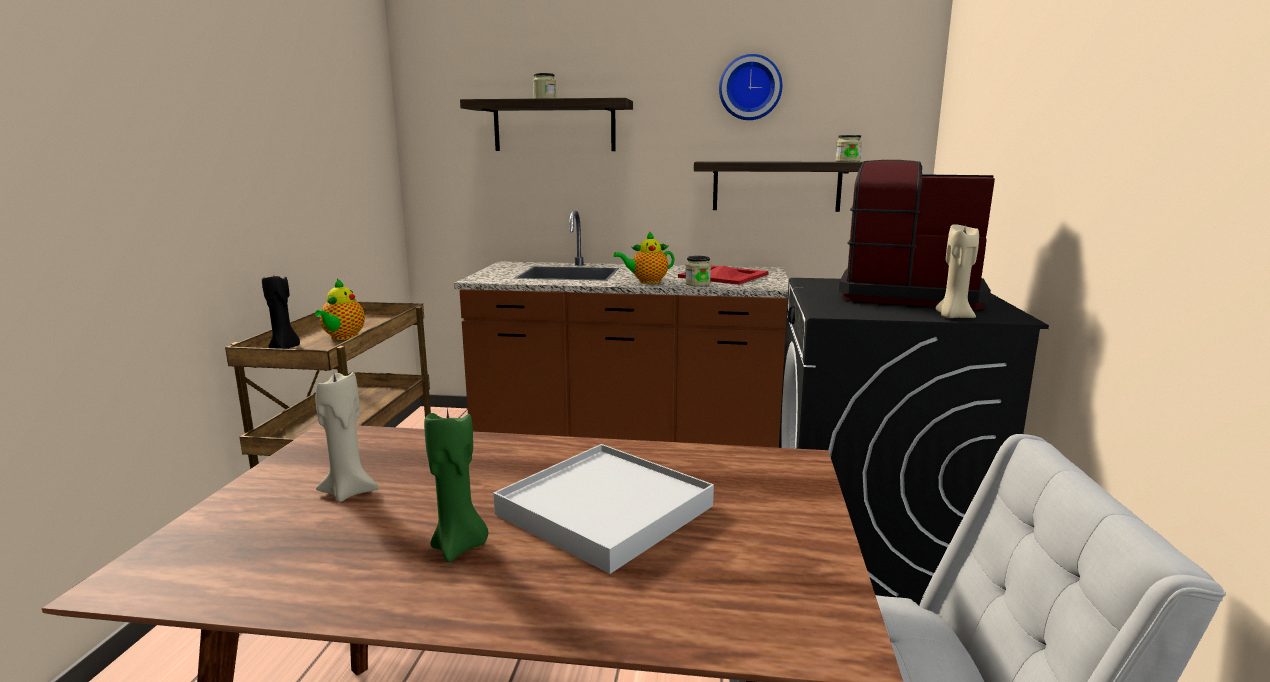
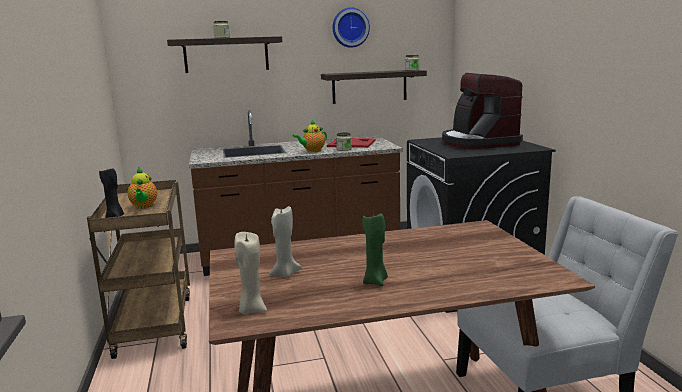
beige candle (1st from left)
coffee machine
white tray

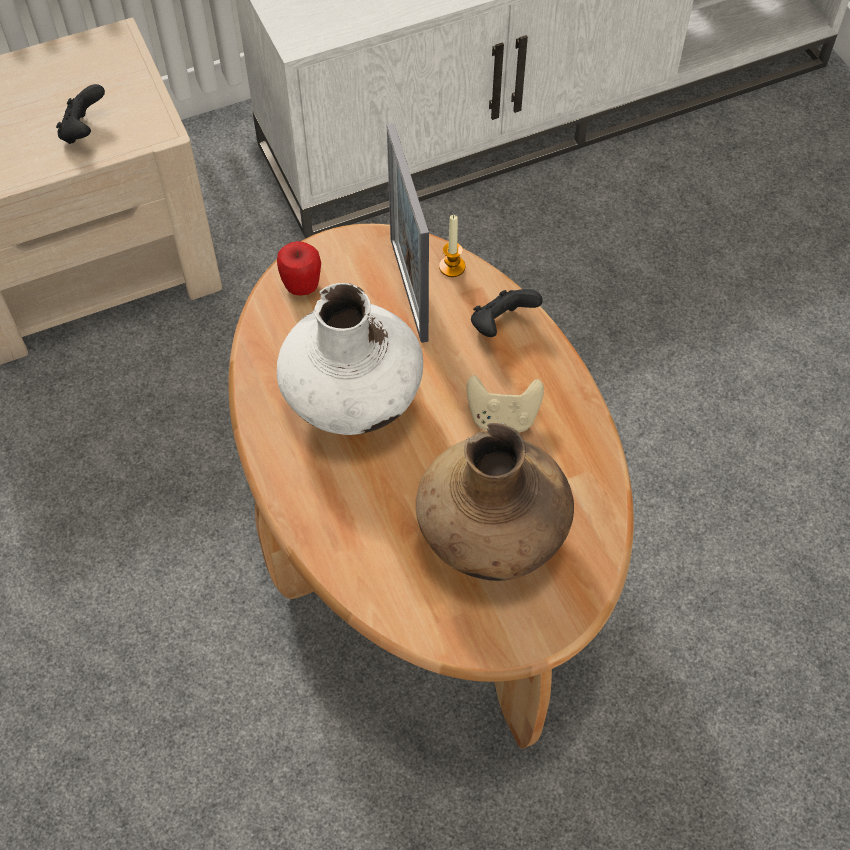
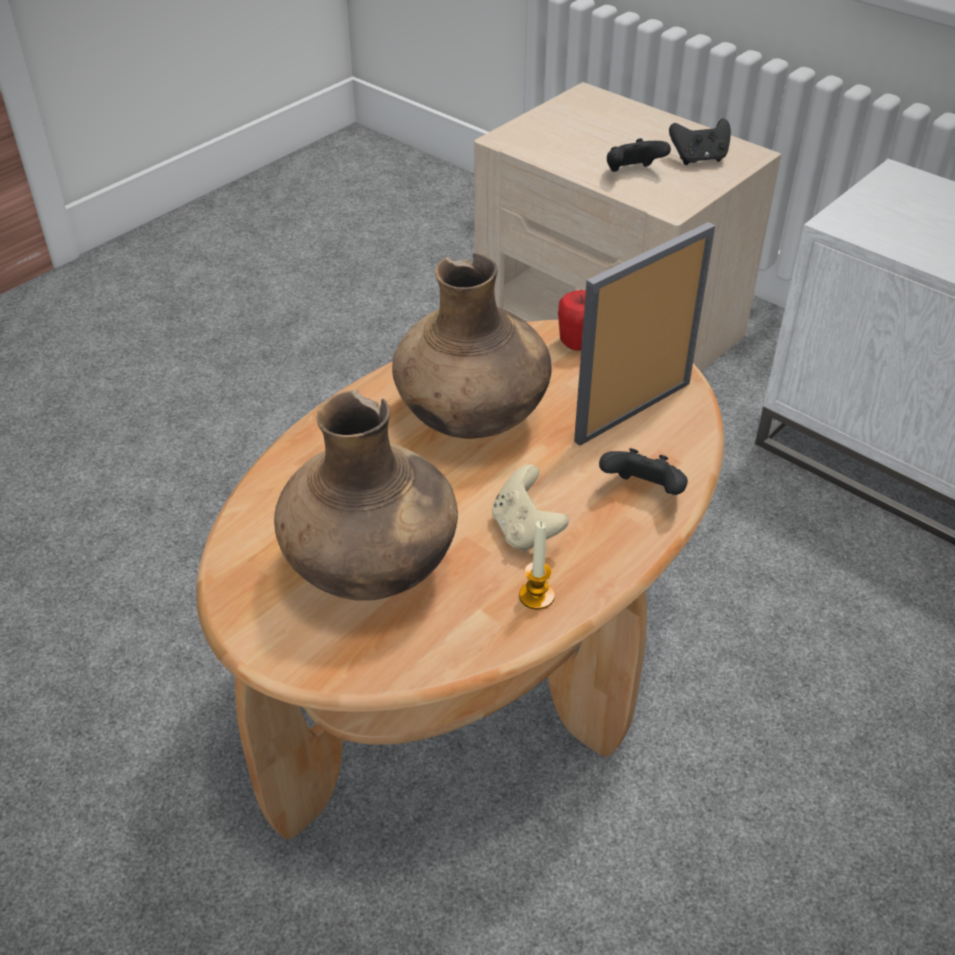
brown vase (2nd from left)
candle
black game controller (3rd from left)

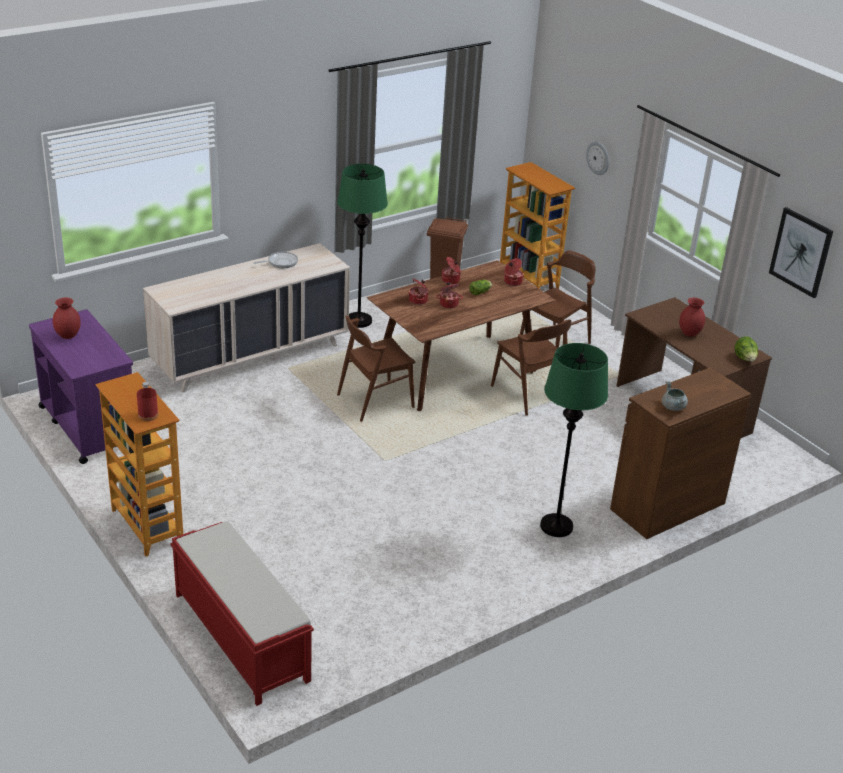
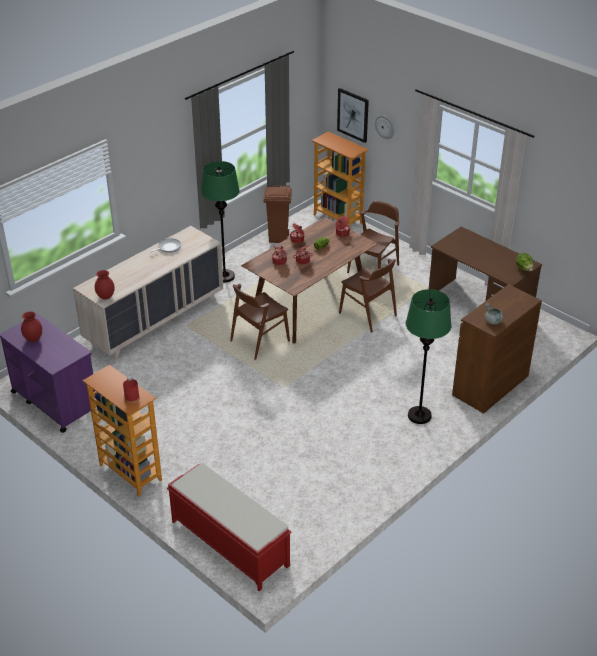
red vase (2nd from left)
picture

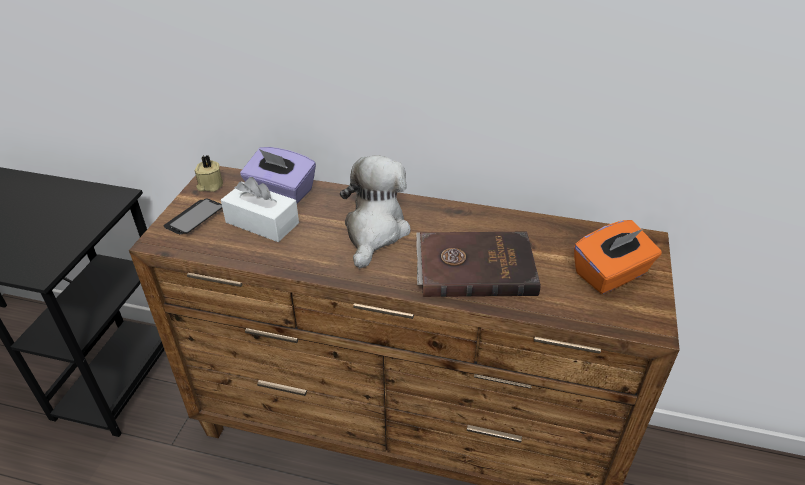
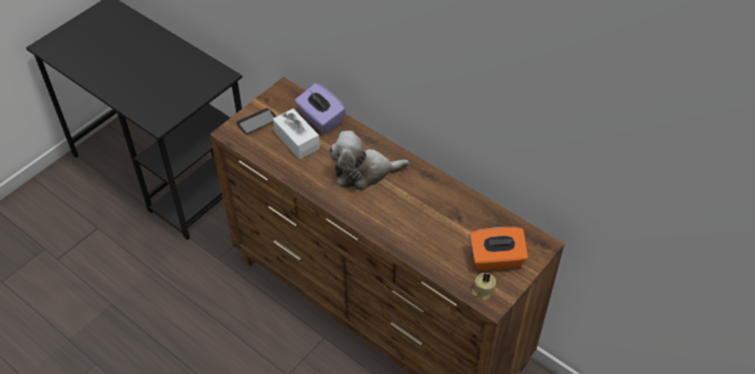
plush toy
beige candle
brown book

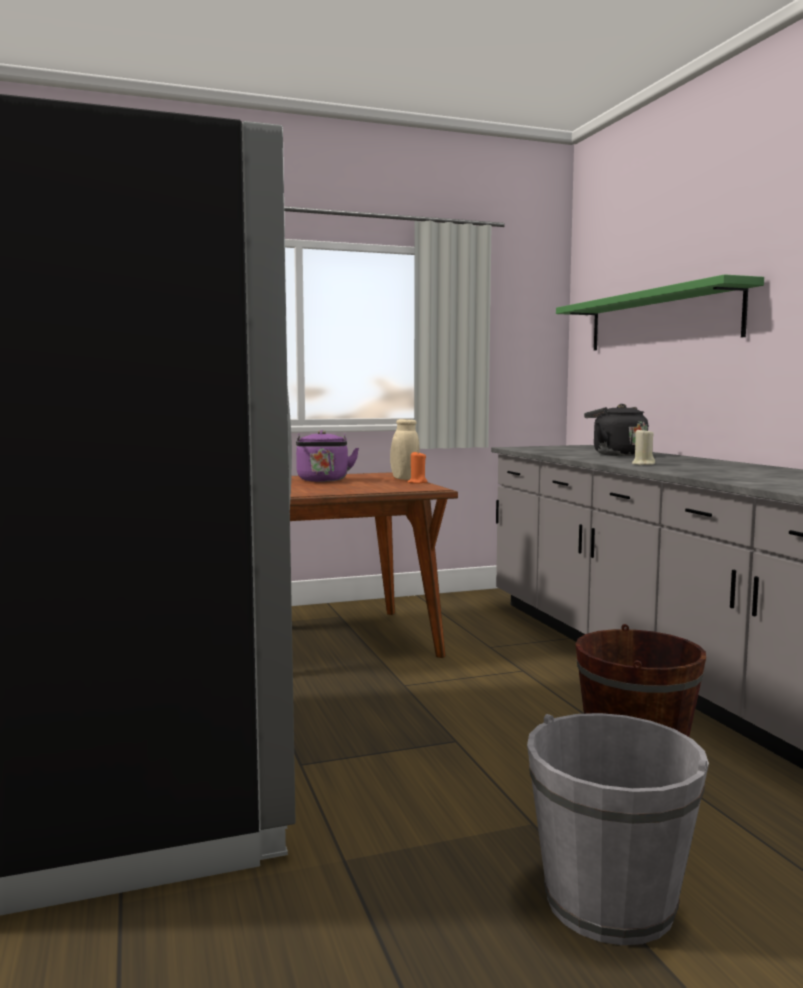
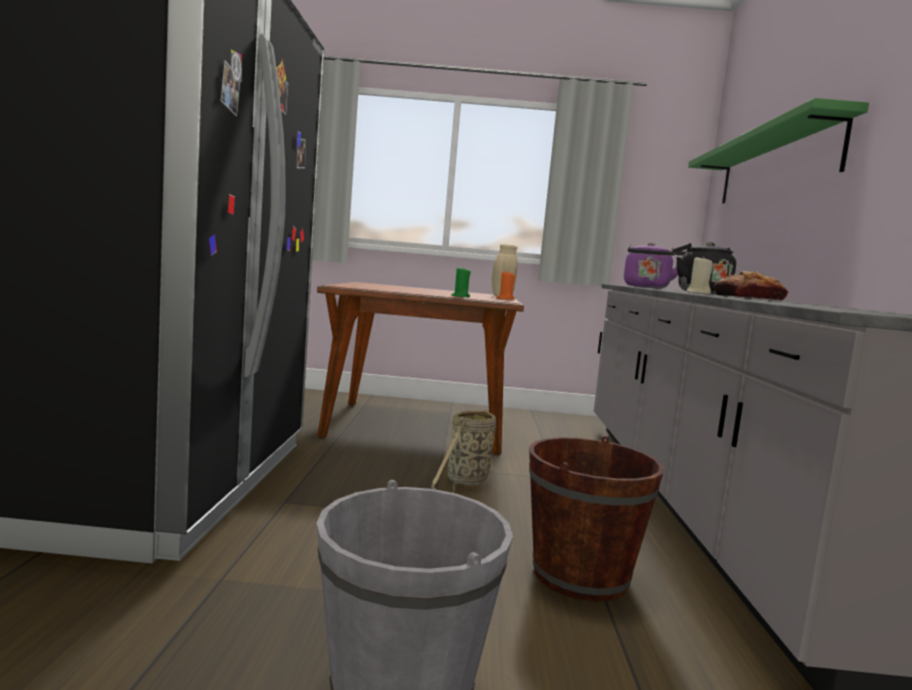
basket
green candle
purple kettle
bread

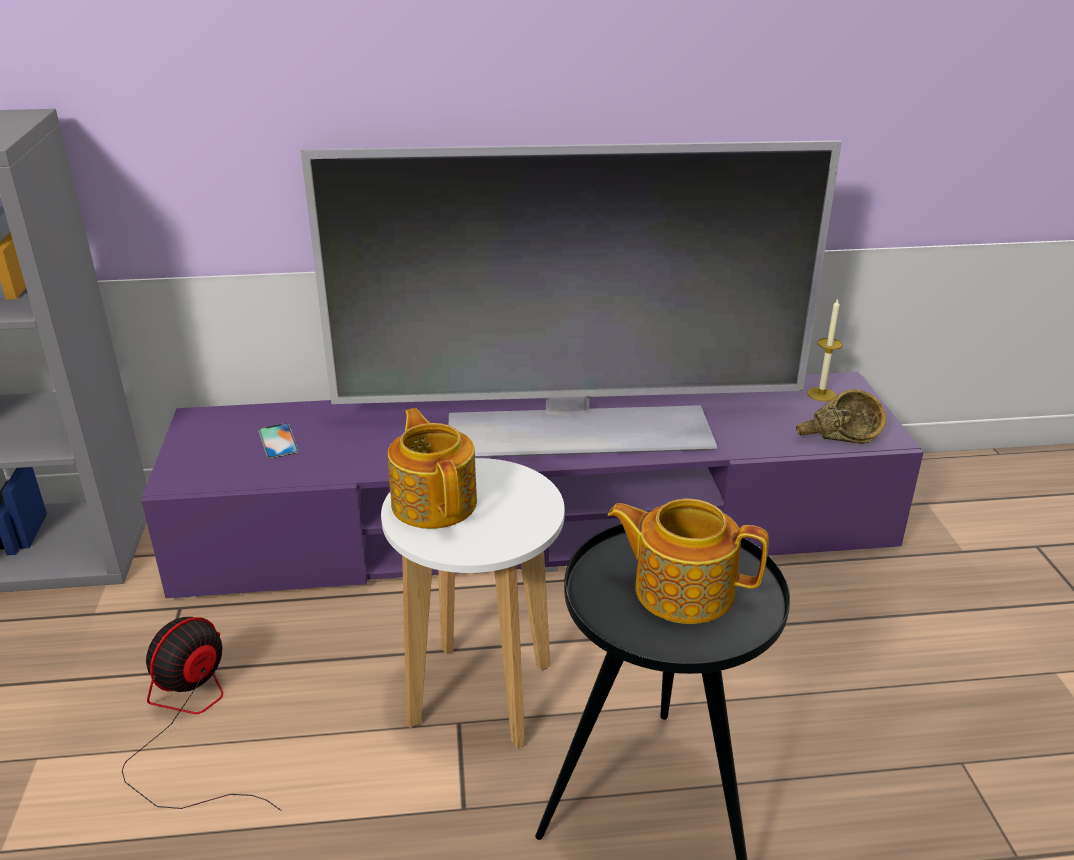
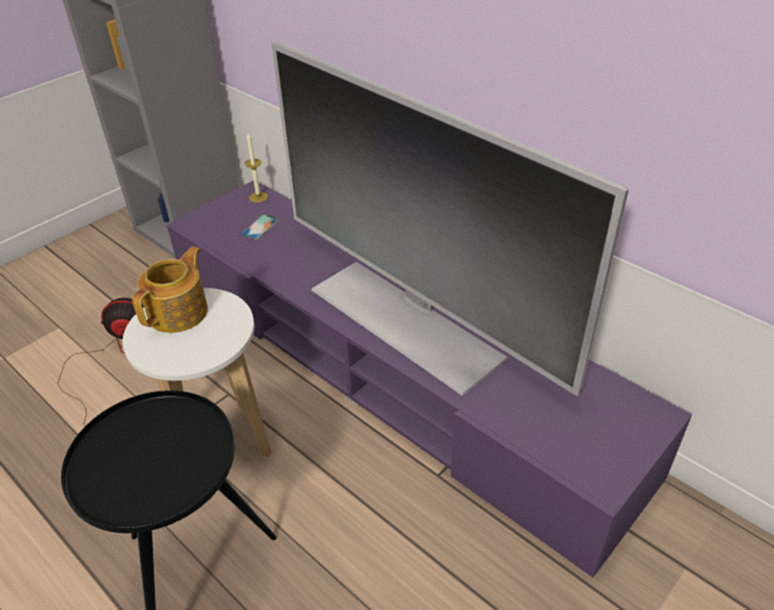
candle
teapot (2nd from left in the first image)
brown bowl

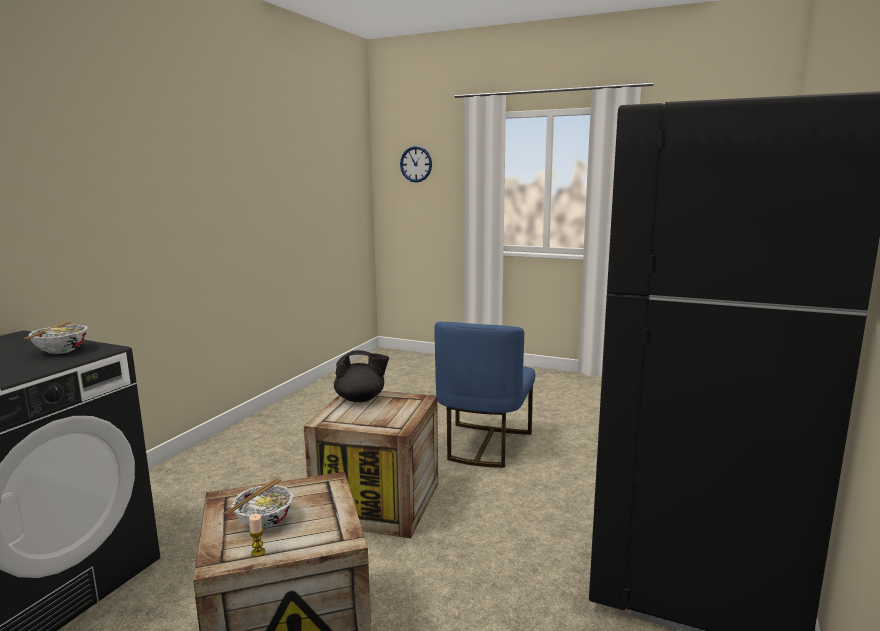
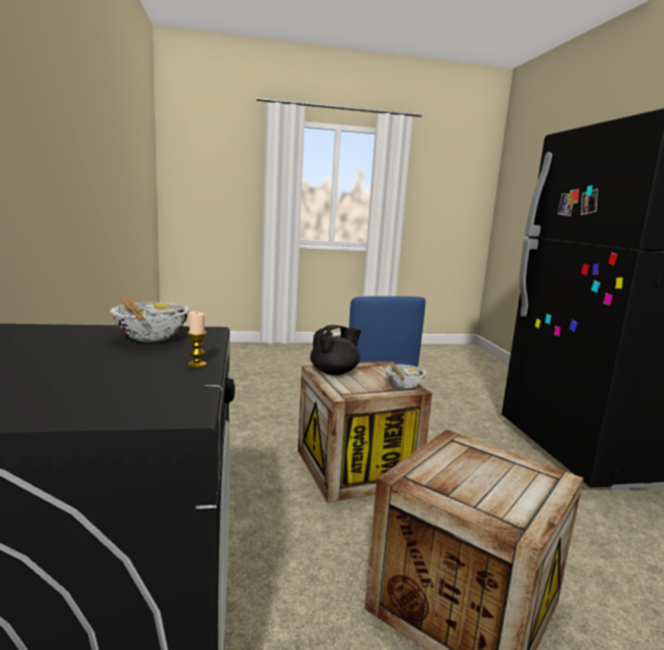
candle
bowl (2nd from left)
wall clock

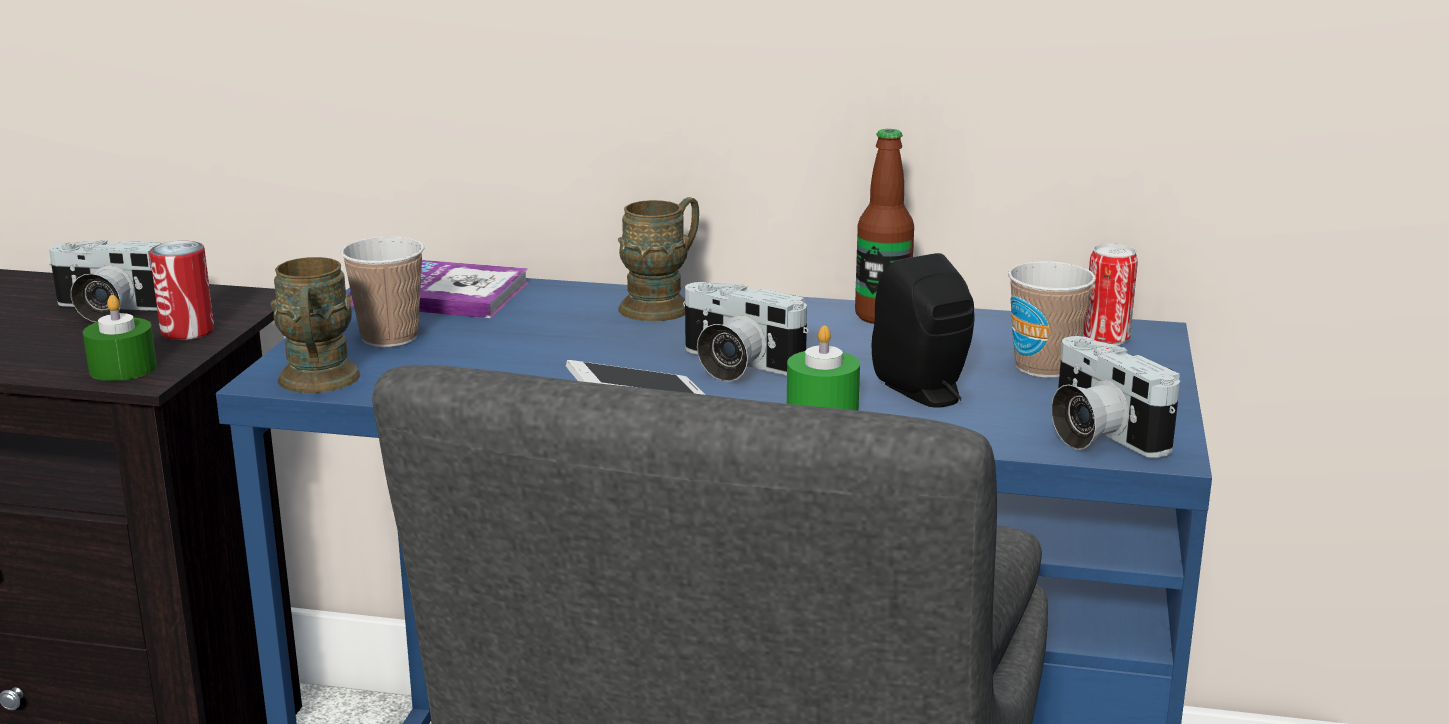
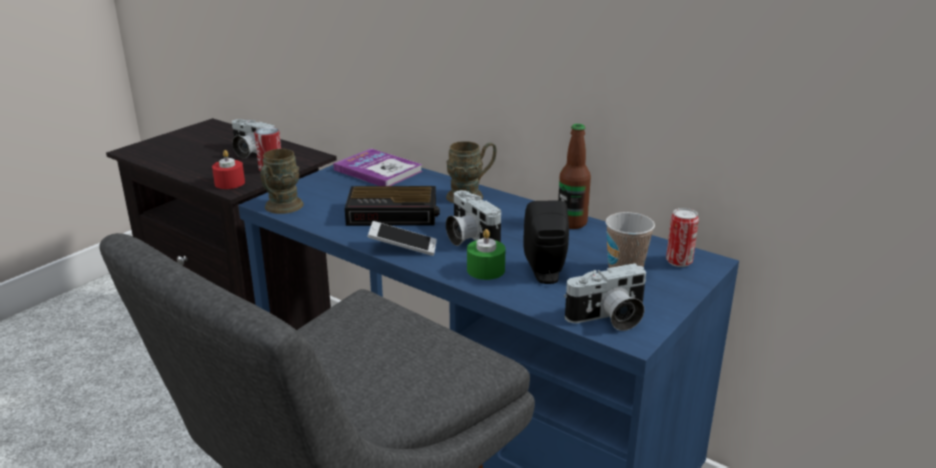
red candle
alarm clock
photo camera (3rd from left)
cup (1st from left in the first image)

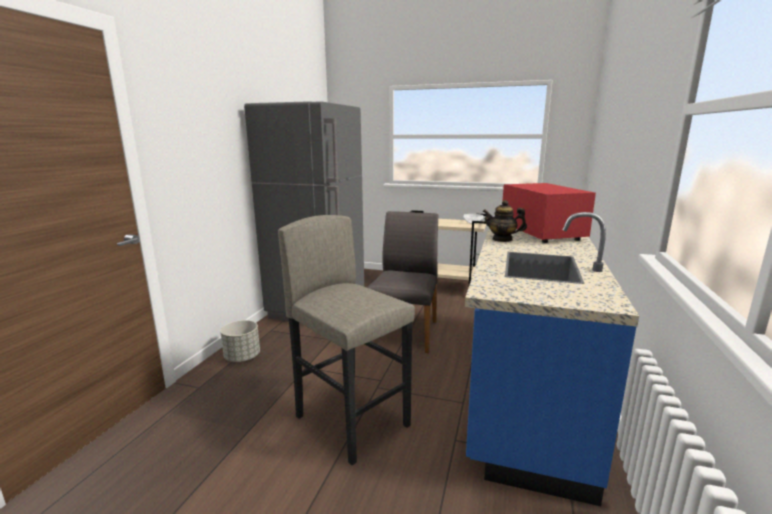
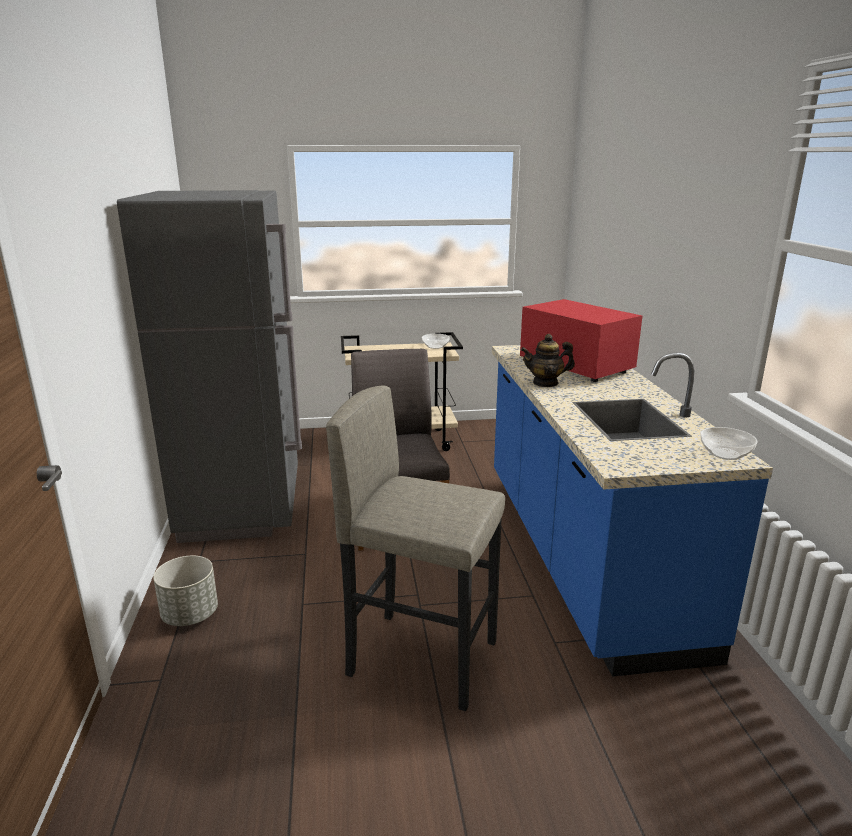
bowl (2nd from left)

